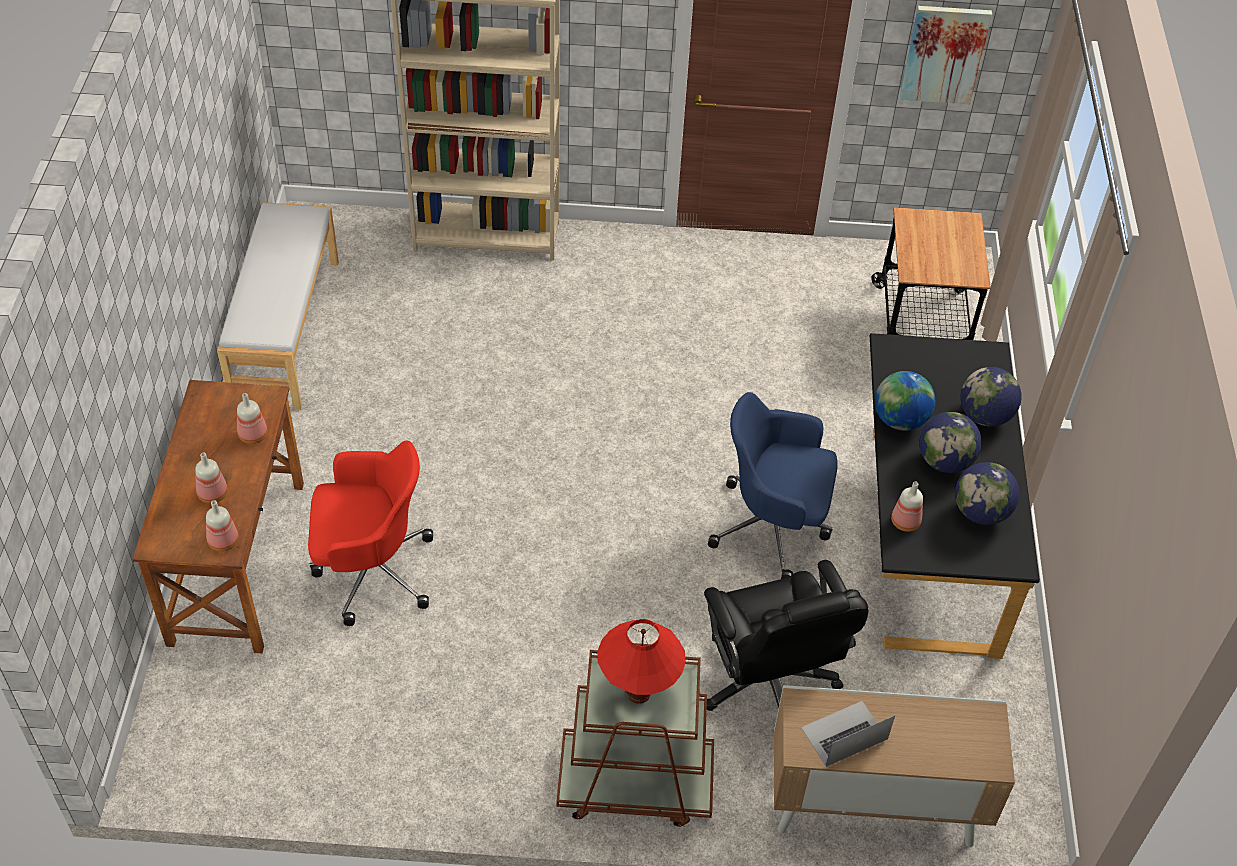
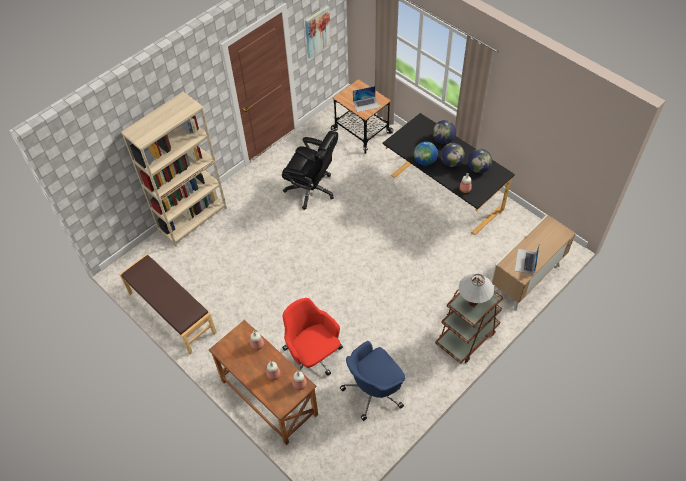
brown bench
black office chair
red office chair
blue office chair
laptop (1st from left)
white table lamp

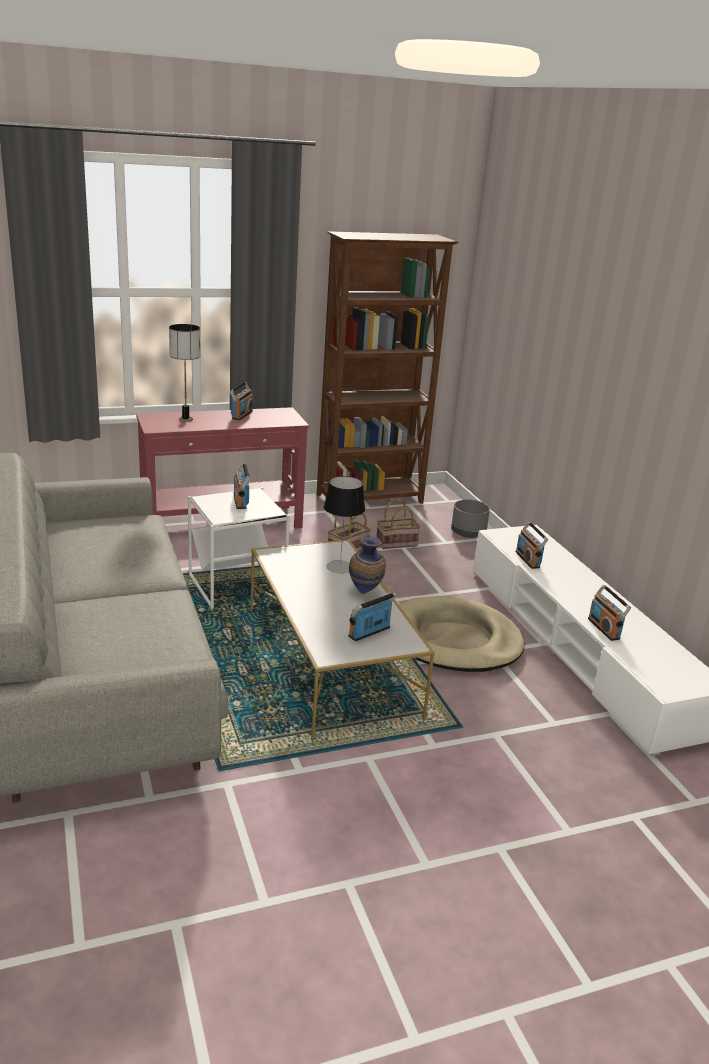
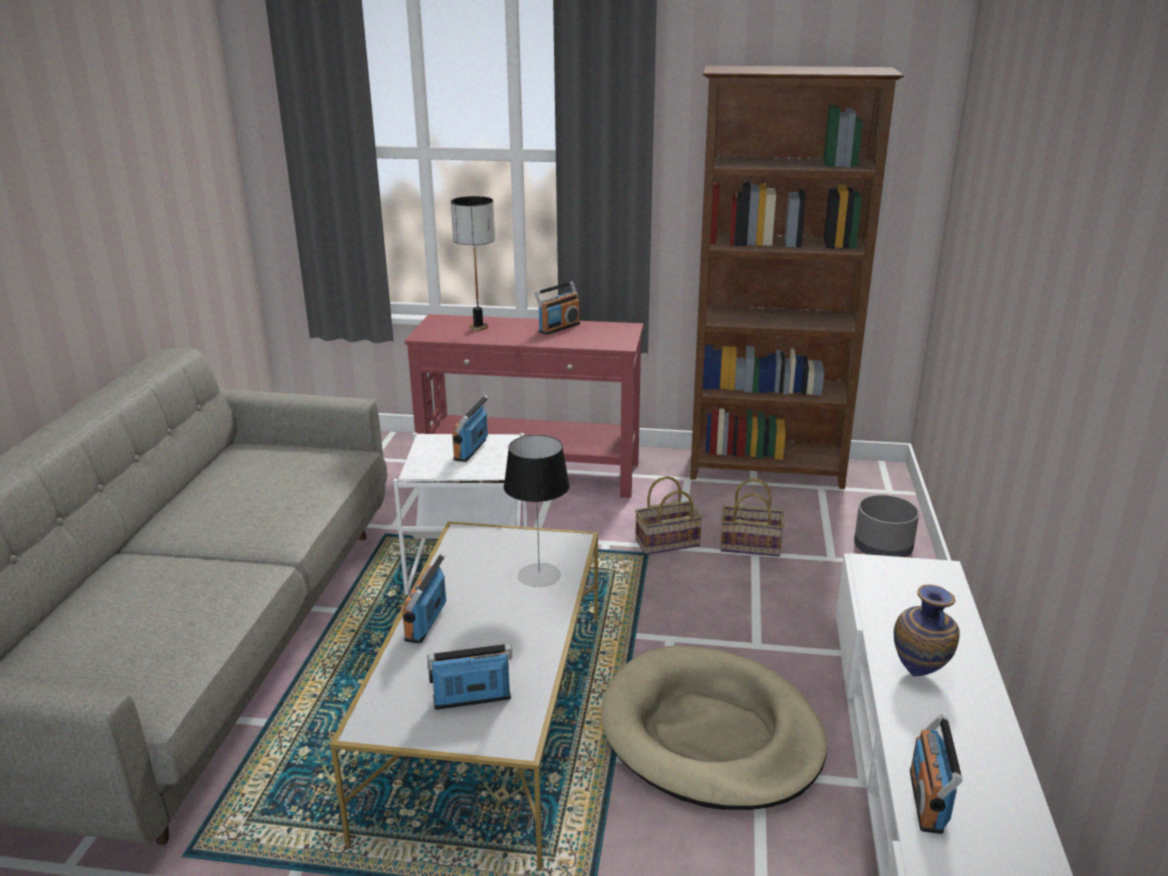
radio (1st from left)
vase

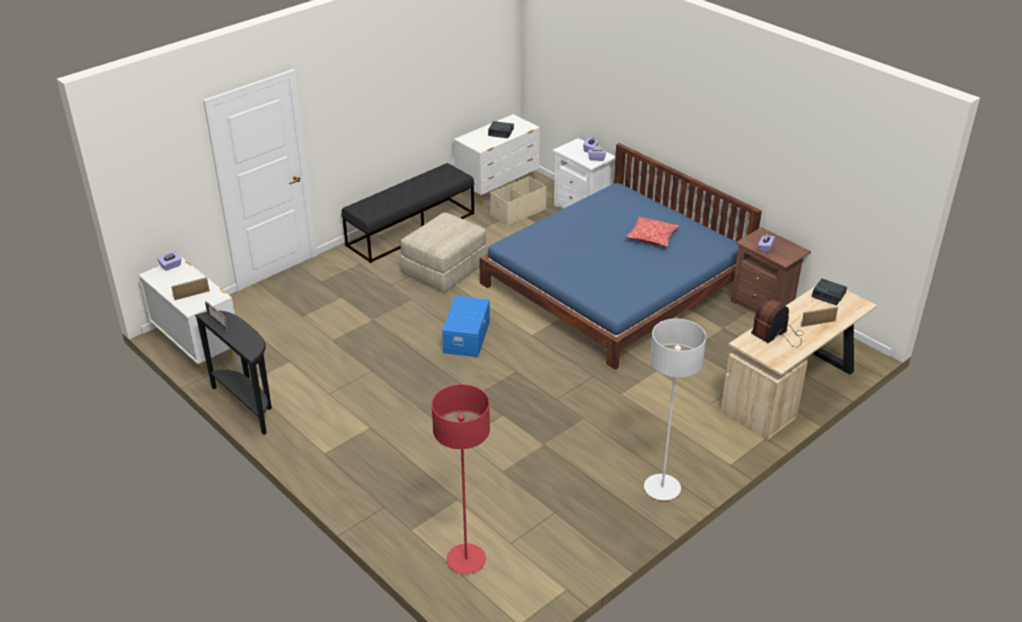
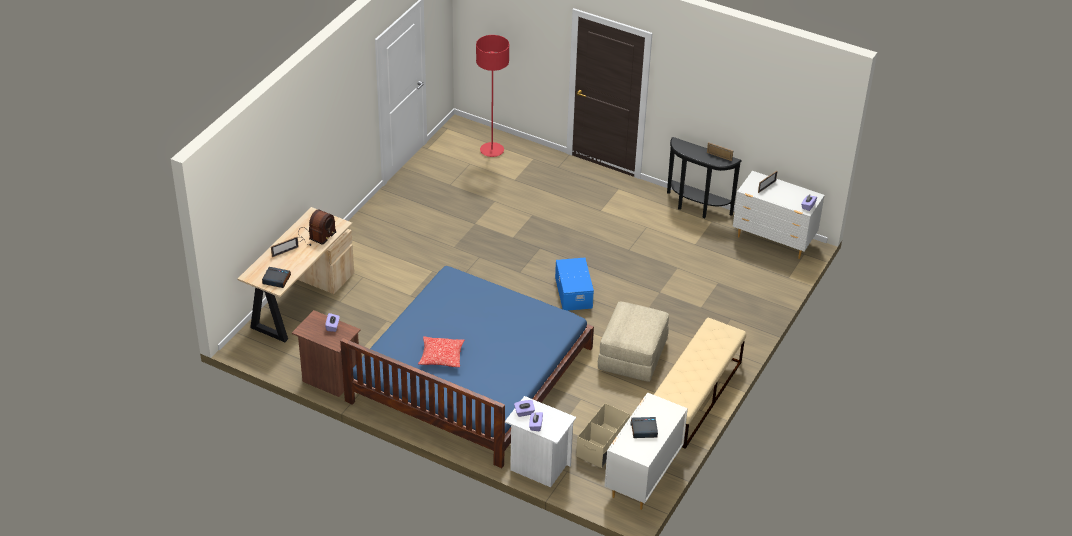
beige bench
grey floor lamp

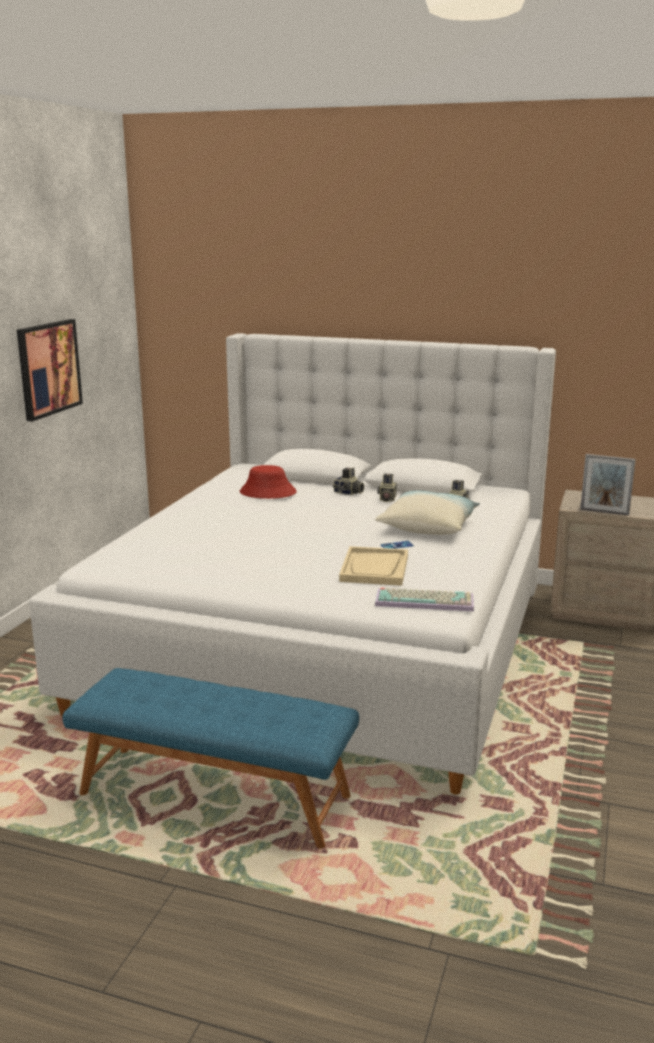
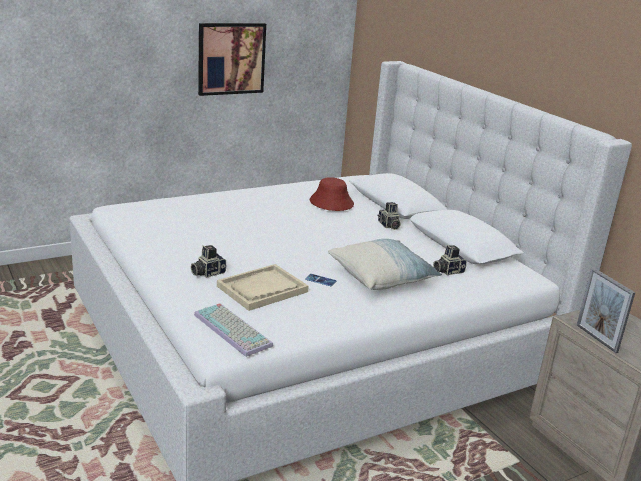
photo camera (1st from left)
blue bench

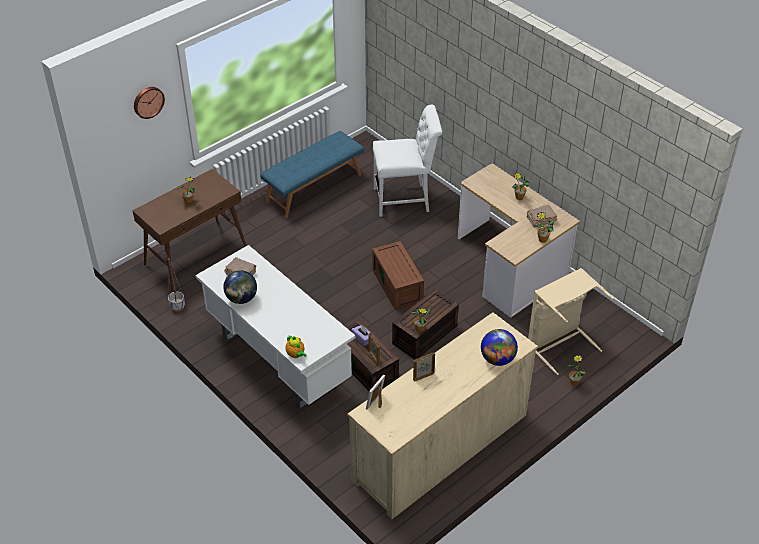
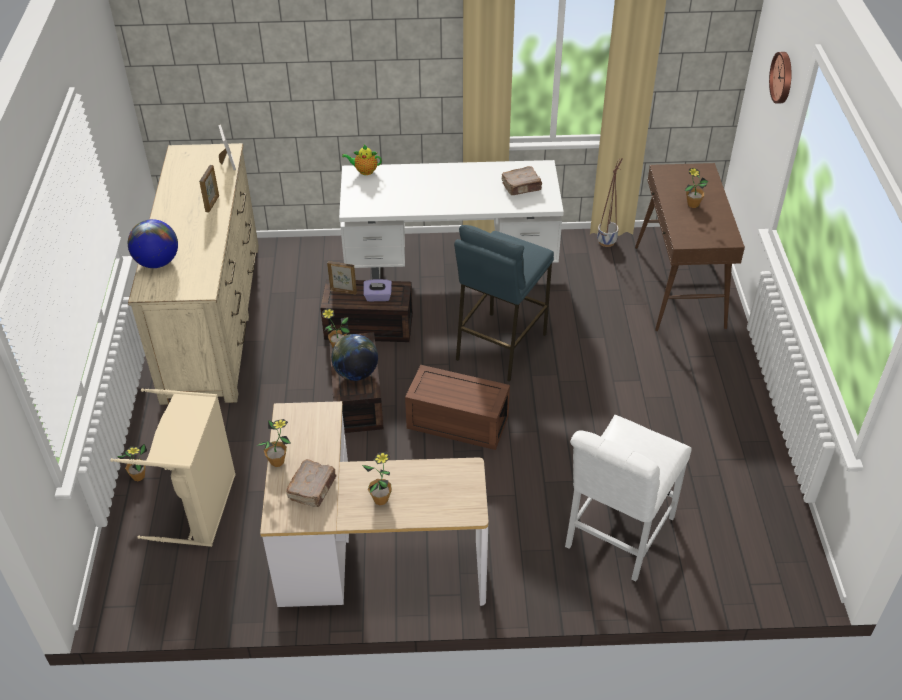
globe (2nd from left)
blue stool
blue bench

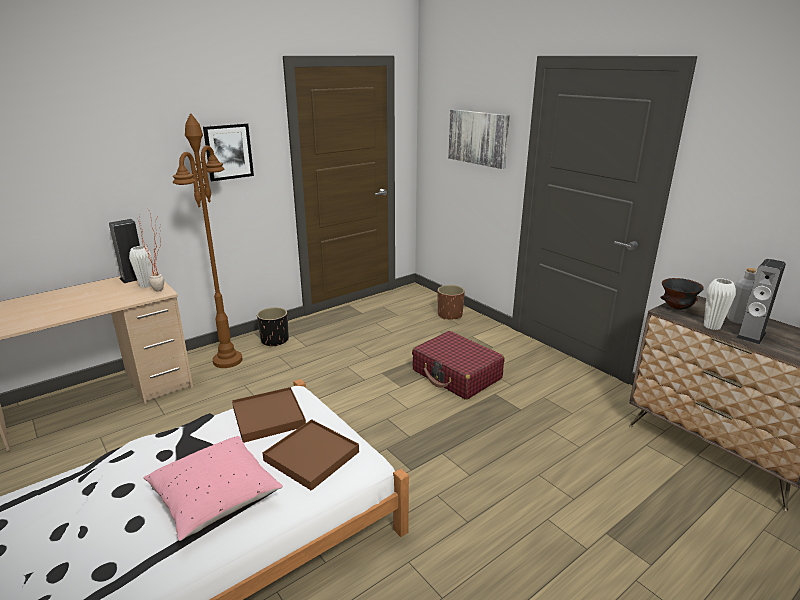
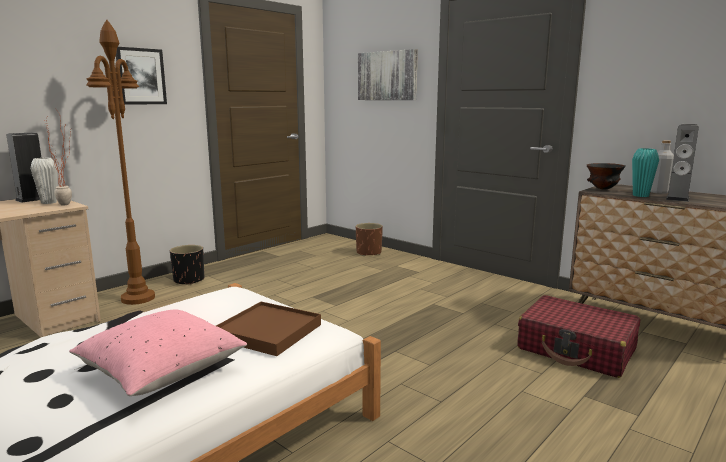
red suitcase
turquoise vase
brown tray (1st from left in the first image)

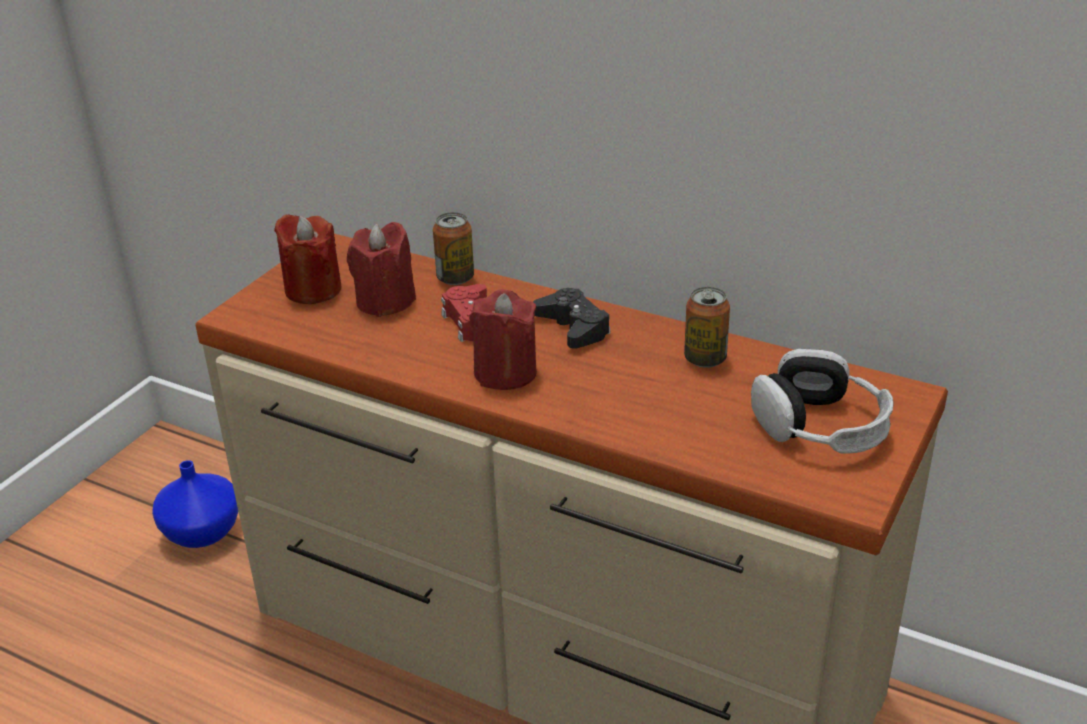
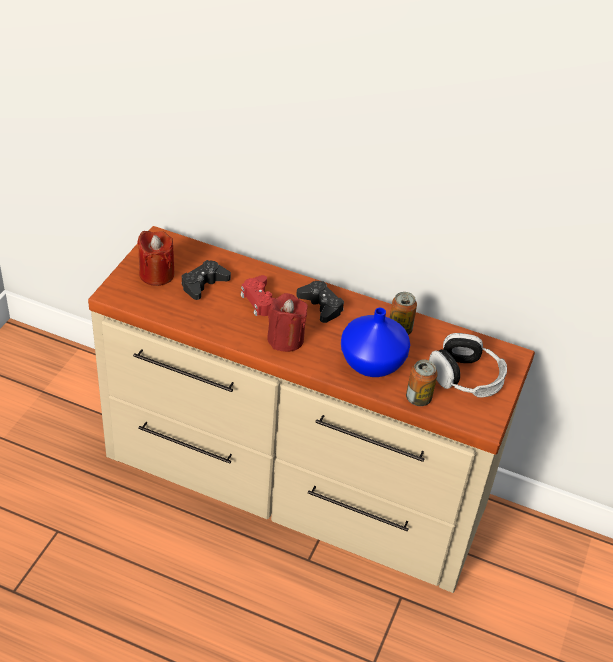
black game controller (1st from left)
blue vase
can (2nd from left)

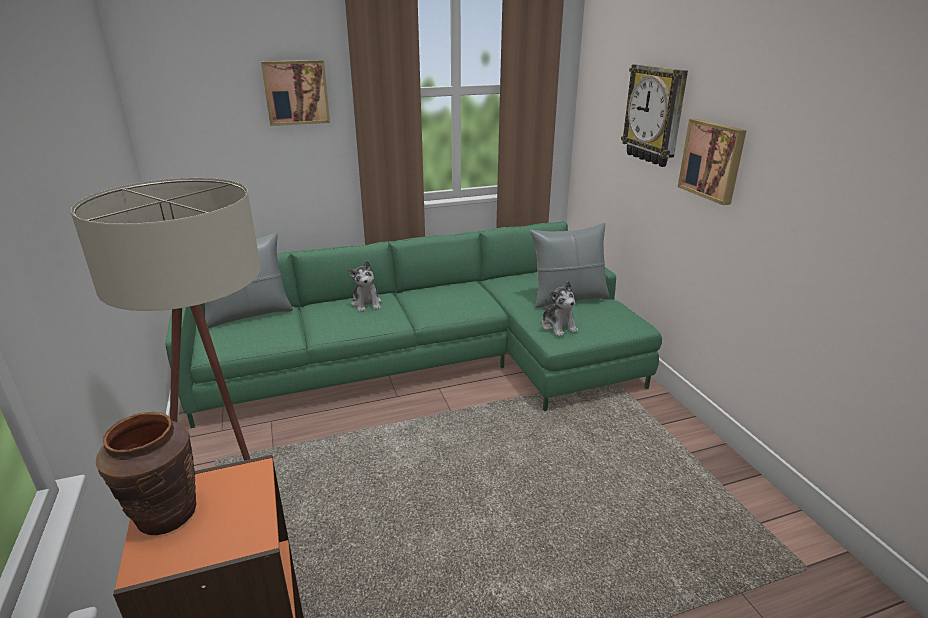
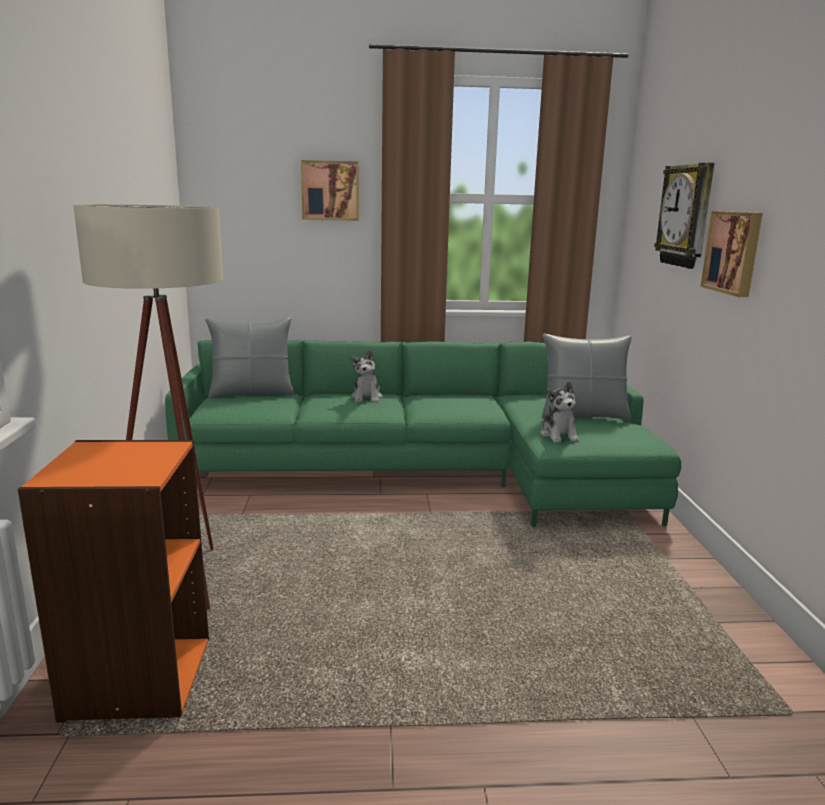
brown vase

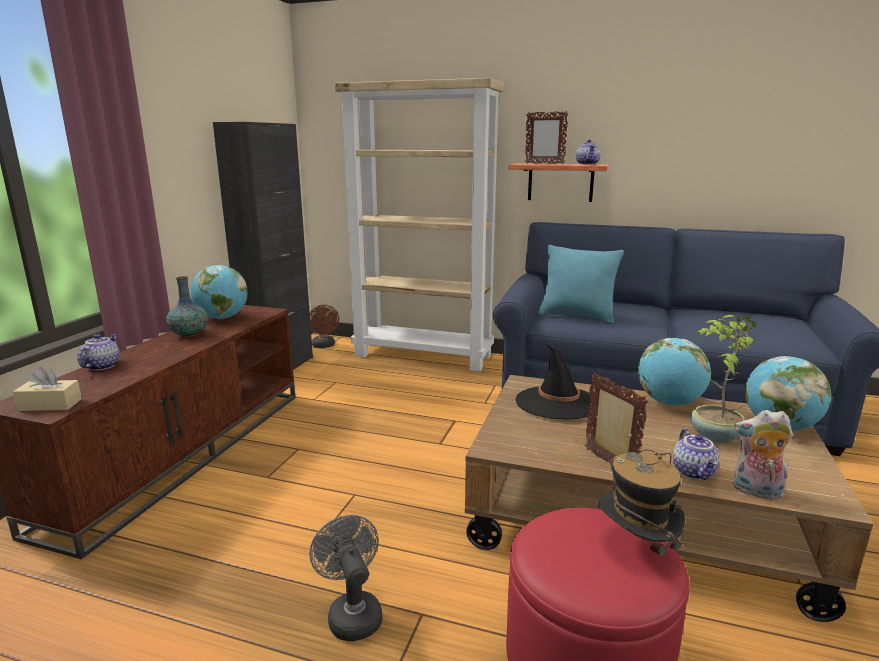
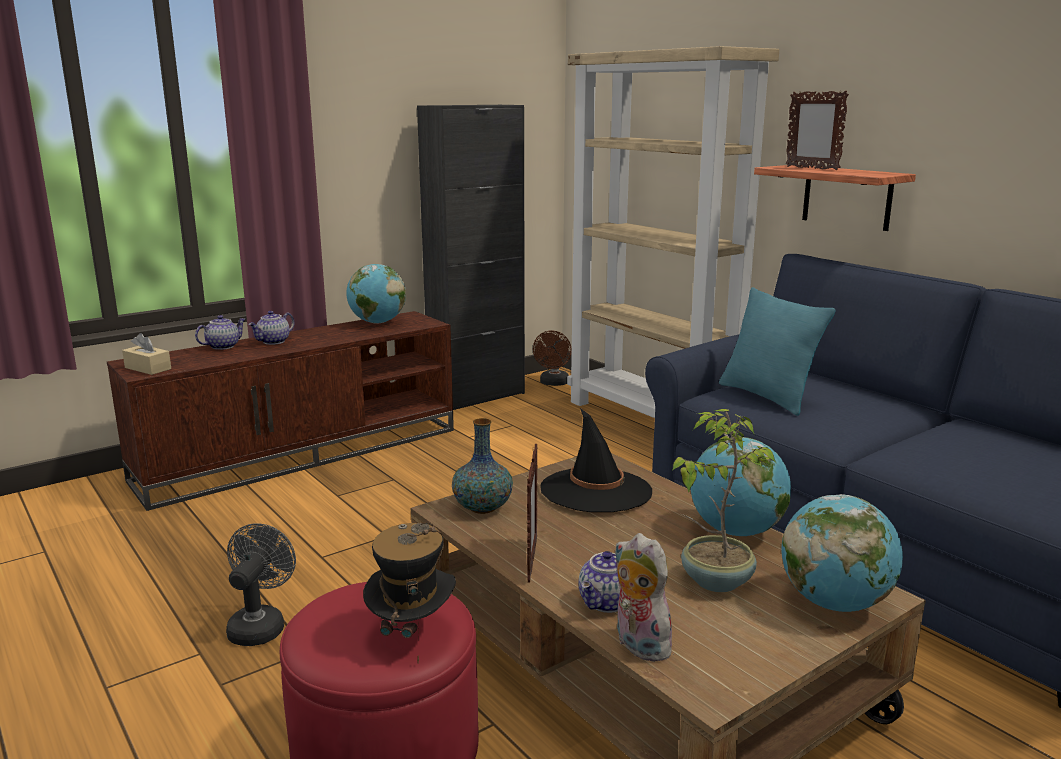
teapot (2nd from left)
vase

